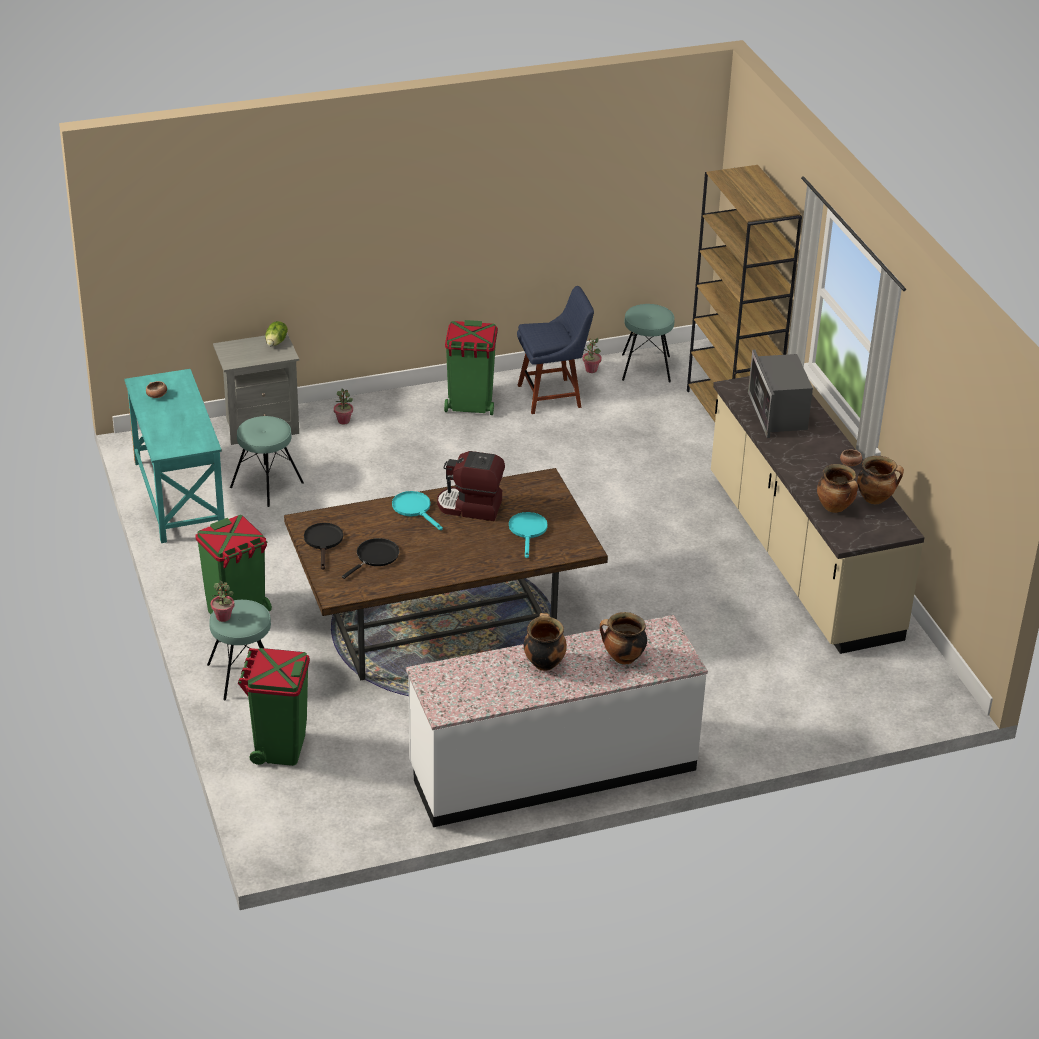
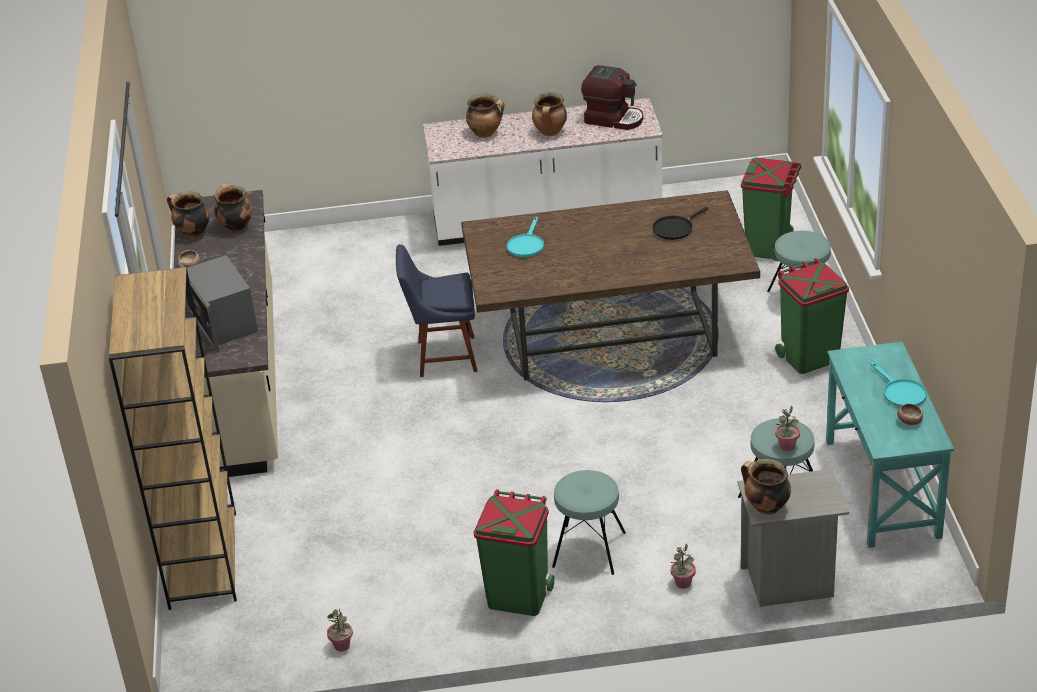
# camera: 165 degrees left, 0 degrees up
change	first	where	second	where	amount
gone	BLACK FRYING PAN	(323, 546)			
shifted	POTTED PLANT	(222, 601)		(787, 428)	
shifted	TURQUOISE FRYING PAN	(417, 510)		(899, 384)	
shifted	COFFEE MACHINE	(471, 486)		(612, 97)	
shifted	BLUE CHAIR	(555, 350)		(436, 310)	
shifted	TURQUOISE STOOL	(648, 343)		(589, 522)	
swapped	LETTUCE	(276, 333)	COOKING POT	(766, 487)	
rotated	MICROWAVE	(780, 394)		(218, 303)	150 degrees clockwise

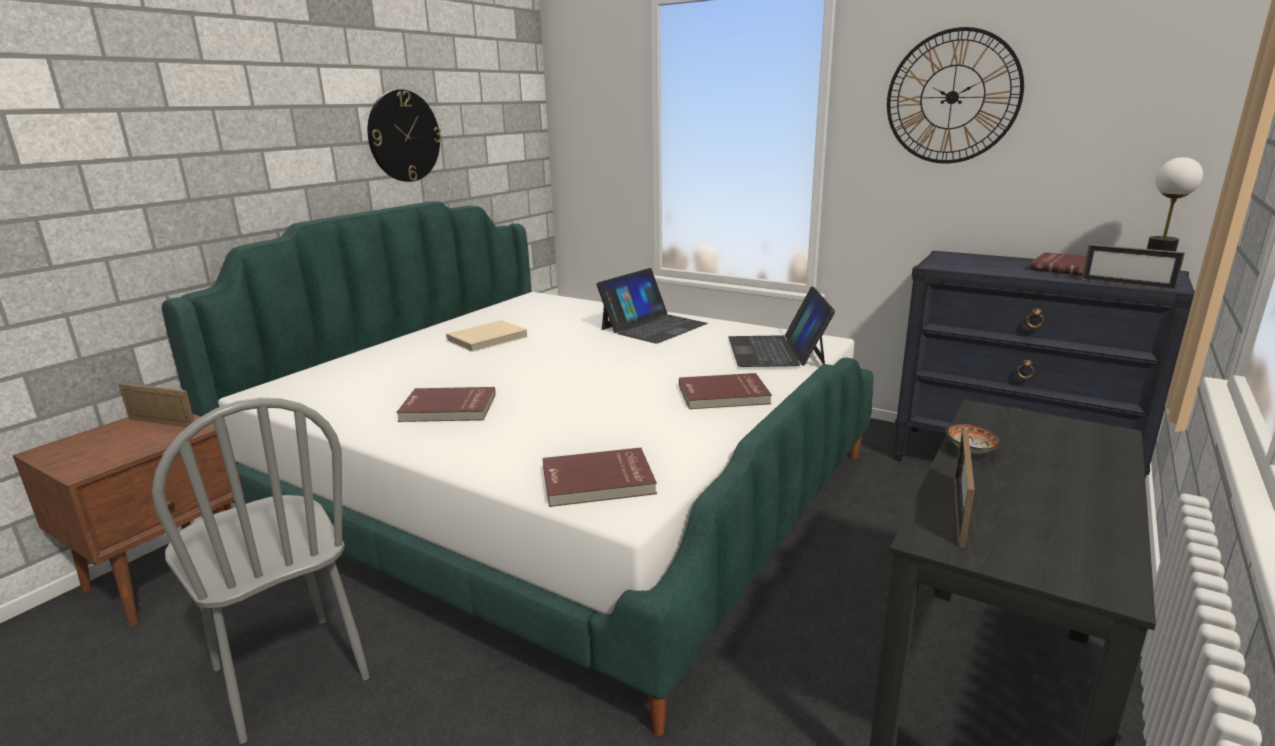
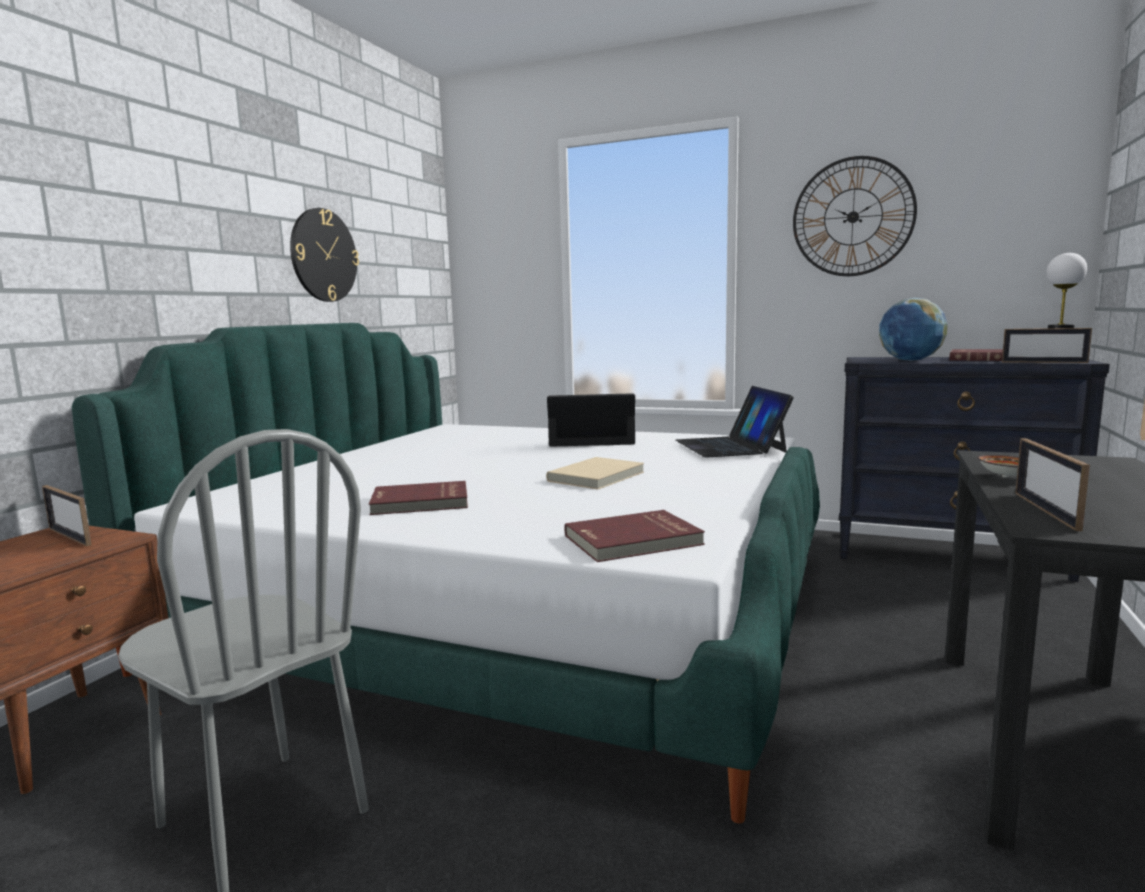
# camera: 10 degrees left, 10 degrees down
change	first	where	second	where	amount
gone	RED BOOK	(725, 391)			
new			GLOBE	(913, 329)	
shifted	BEIGE BOOK	(487, 336)		(595, 473)	
rotated	PICTURE FRAME	(156, 405)		(67, 515)	150 degrees counterclockwise
rotated	LAPTOP	(652, 306)		(591, 420)	120 degrees counterclockwise

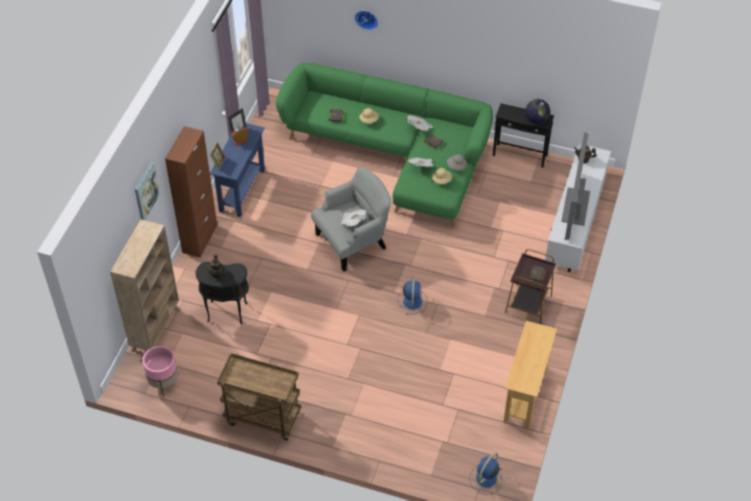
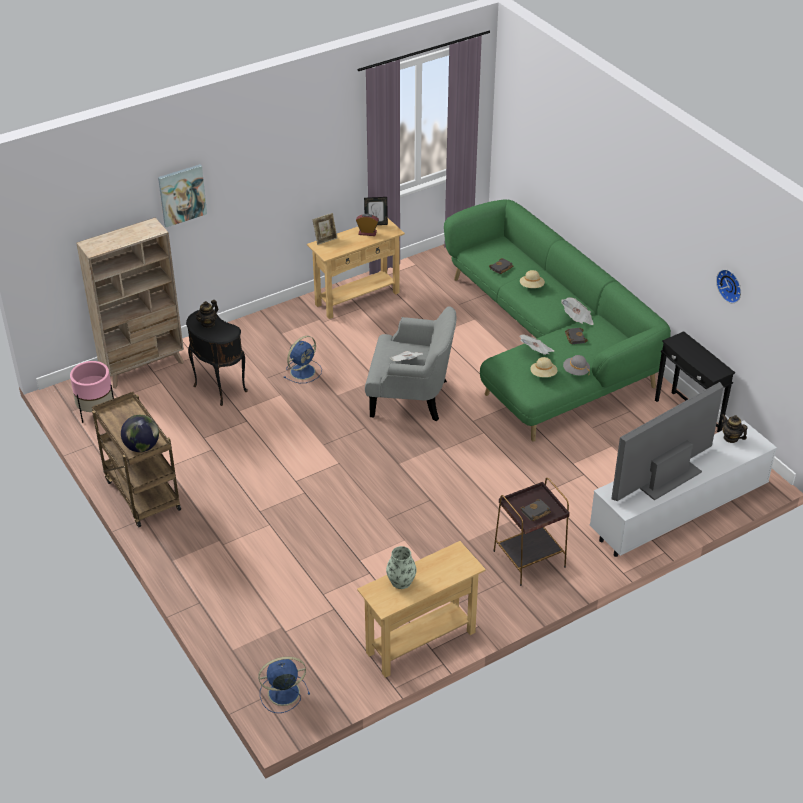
# camera: 40 degrees right, 10 degrees down
change	first	where	second	where	amount
gone	BROWN CABINET	(191, 192)			
new			VASE	(401, 567)	
shifted	WALL CLOCK	(366, 20)		(728, 286)	
shifted	BLUE FAN	(412, 295)		(303, 359)	
shifted	GLOBE	(537, 111)		(140, 433)	
repainted	BLUE CONSOLE TABLE	(237, 170)	BEIGE CONSOLE TABLE	(356, 268)	

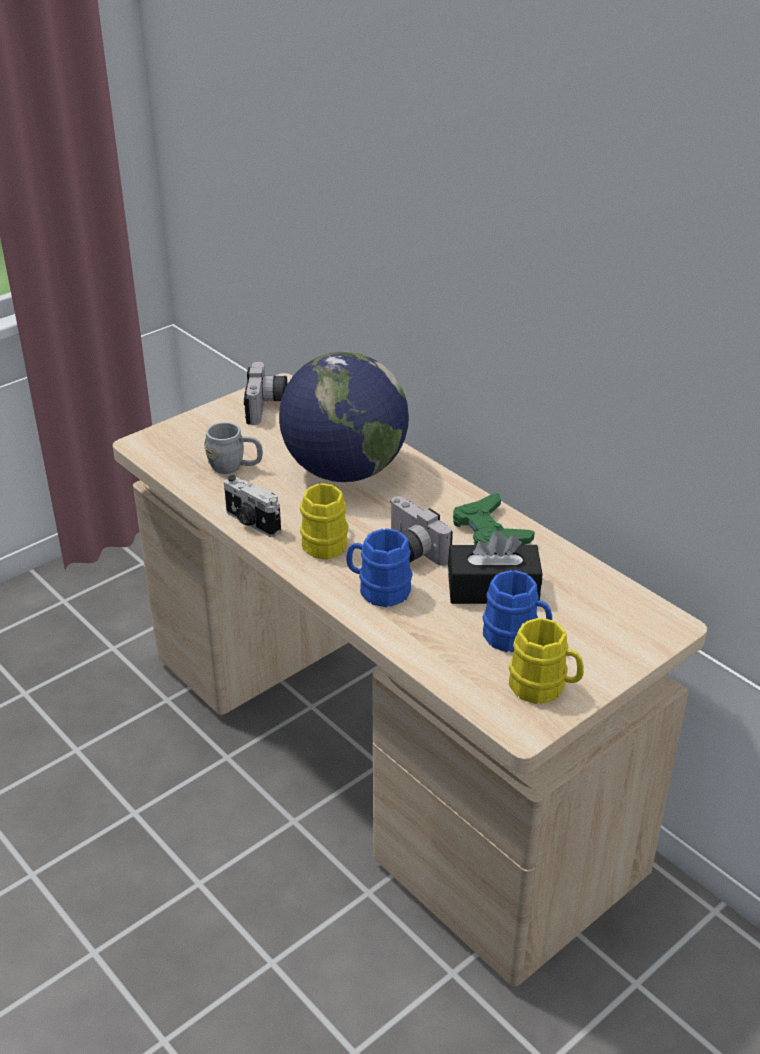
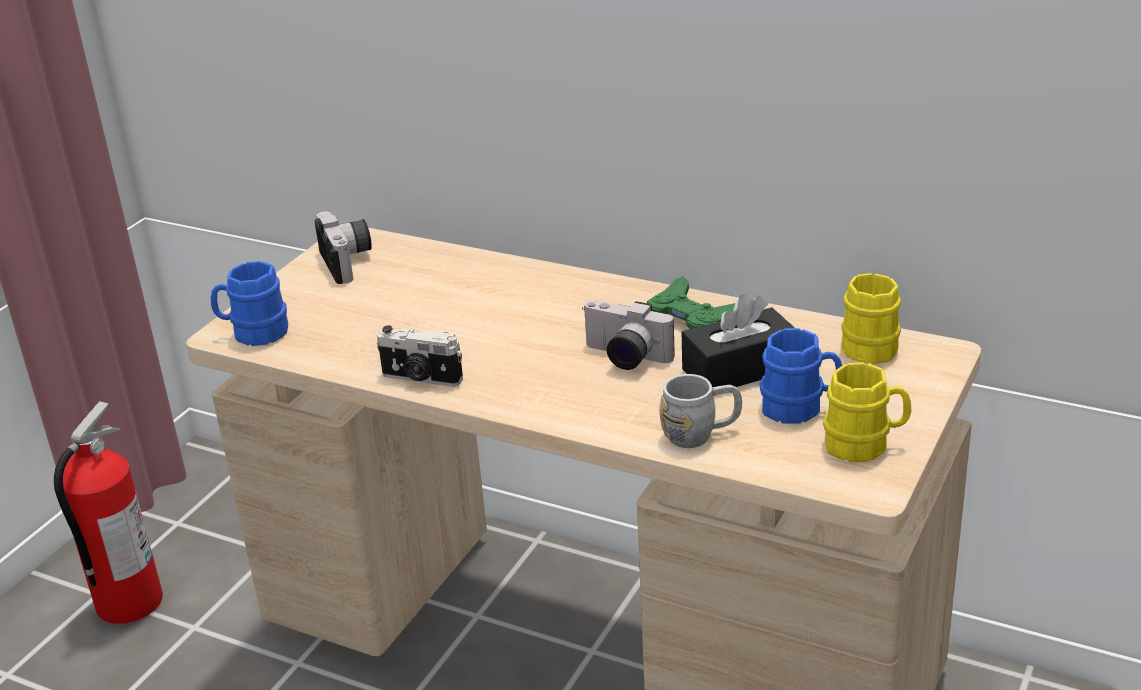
# camera: 20 degrees left, 5 degrees down
change	first	where	second	where	amount
gone	GLOBE	(344, 416)			
new			FIRE EXTINGUISHER	(108, 512)	
shifted	GREY MUG	(233, 448)		(700, 411)	
shifted	YELLOW MUG	(324, 521)		(871, 318)	
shifted	BLUE MUG	(379, 567)		(249, 303)	

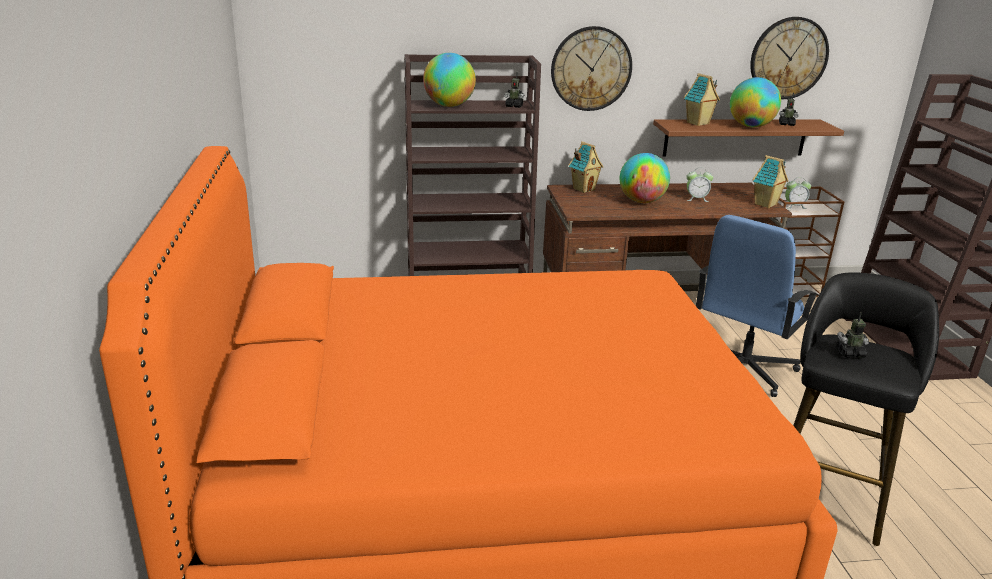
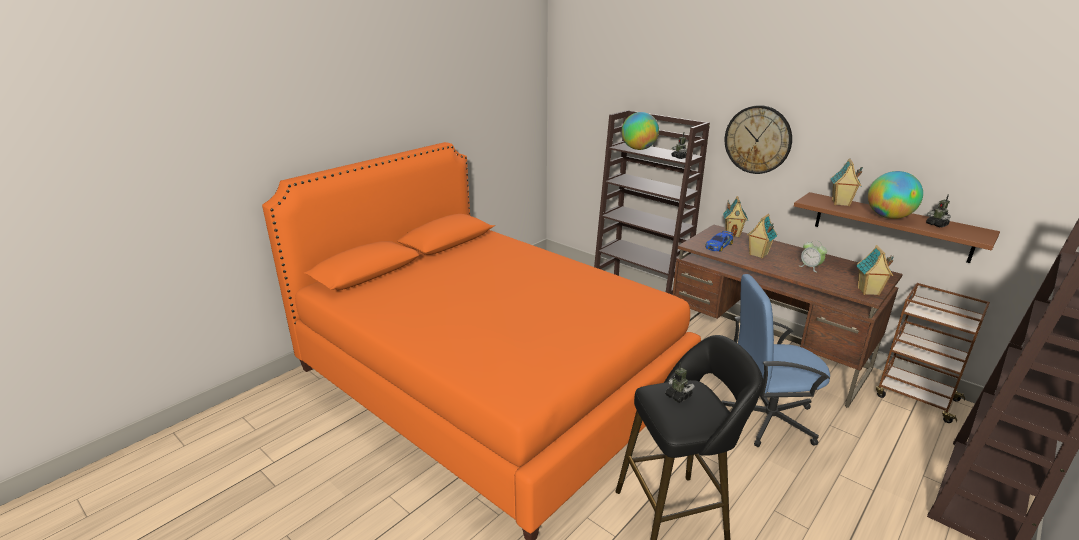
# camera: 50 degrees right, 0 degrees up
change	first	where	second	where	amount
gone	WALL CLOCK	(789, 58)			
gone	ALARM CLOCK	(798, 193)			
new			TOY CAR	(719, 241)	
swapped	GLOBE	(645, 178)	TOY HOUSE	(762, 236)	

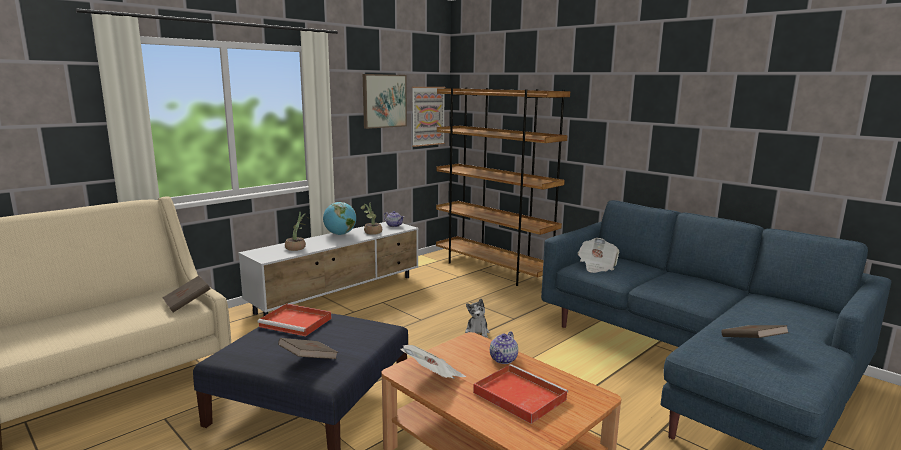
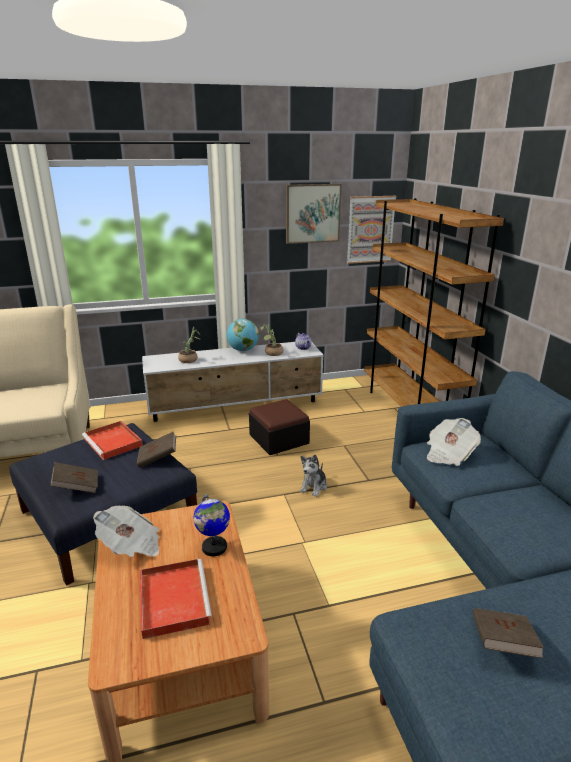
# camera: 30 degrees right, 10 degrees up
change	first	where	second	where	amount
new			OTTOMAN	(279, 427)	
shifted	BROWN BOOK	(186, 294)		(156, 449)	
swapped	TEAPOT	(504, 347)	GLOBE	(212, 525)	

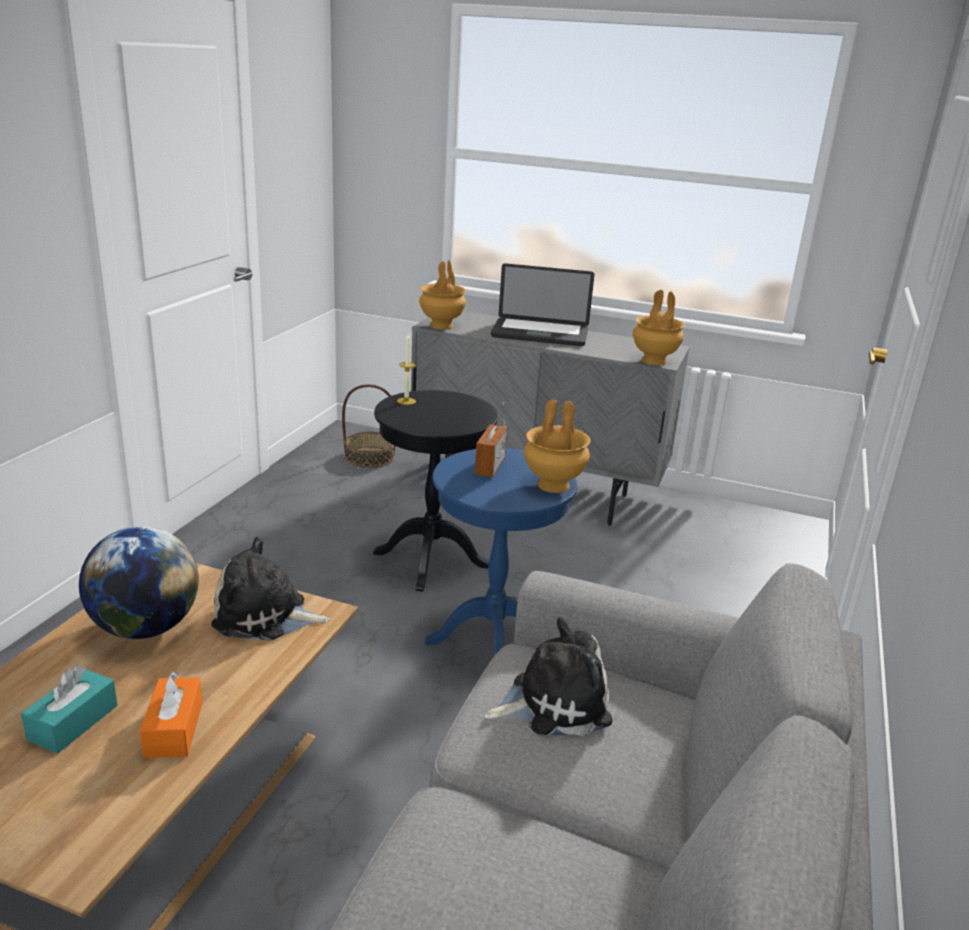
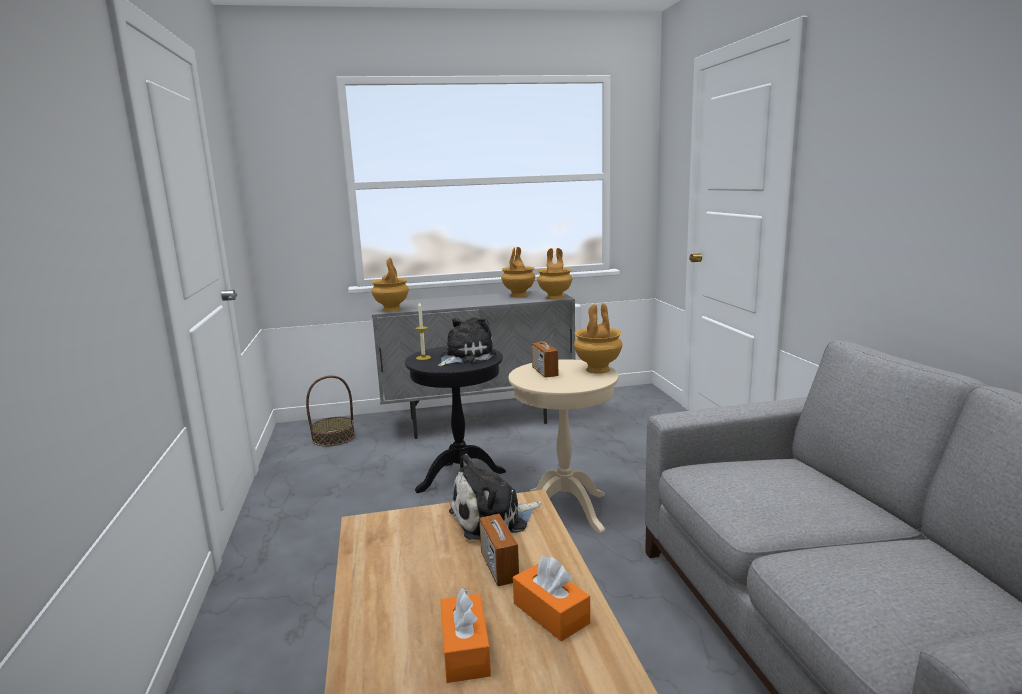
# camera: 30 degrees left, 10 degrees down
change	first	where	second	where	amount
gone	GLOBE	(139, 582)			
gone	LAPTOP	(542, 304)			
new			RADIO	(499, 538)	
new			BROWN VASE	(518, 272)	
shifted	PLUSH TOY	(549, 676)		(467, 341)	
repainted	TURQUOISE TISSUE BOX	(69, 709)	ORANGE TISSUE BOX	(465, 635)	
repainted	BLUE SIDE TABLE	(501, 552)	BEIGE SIDE TABLE	(563, 446)	

